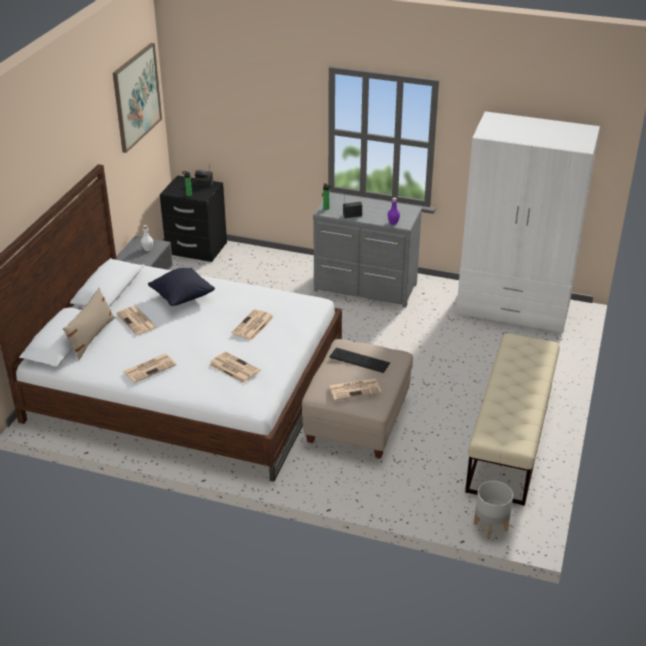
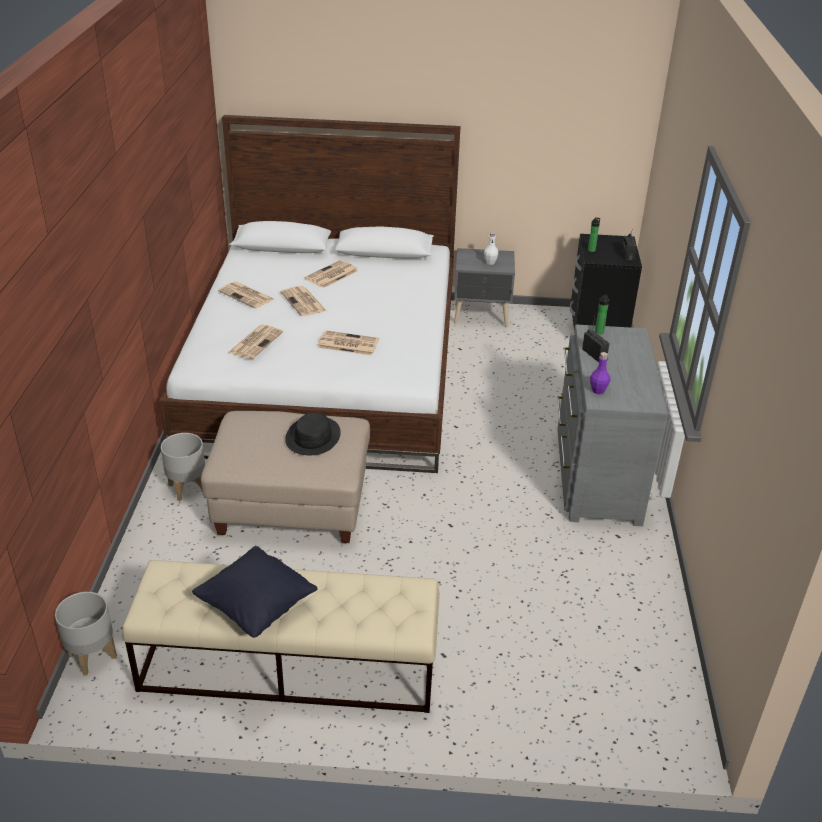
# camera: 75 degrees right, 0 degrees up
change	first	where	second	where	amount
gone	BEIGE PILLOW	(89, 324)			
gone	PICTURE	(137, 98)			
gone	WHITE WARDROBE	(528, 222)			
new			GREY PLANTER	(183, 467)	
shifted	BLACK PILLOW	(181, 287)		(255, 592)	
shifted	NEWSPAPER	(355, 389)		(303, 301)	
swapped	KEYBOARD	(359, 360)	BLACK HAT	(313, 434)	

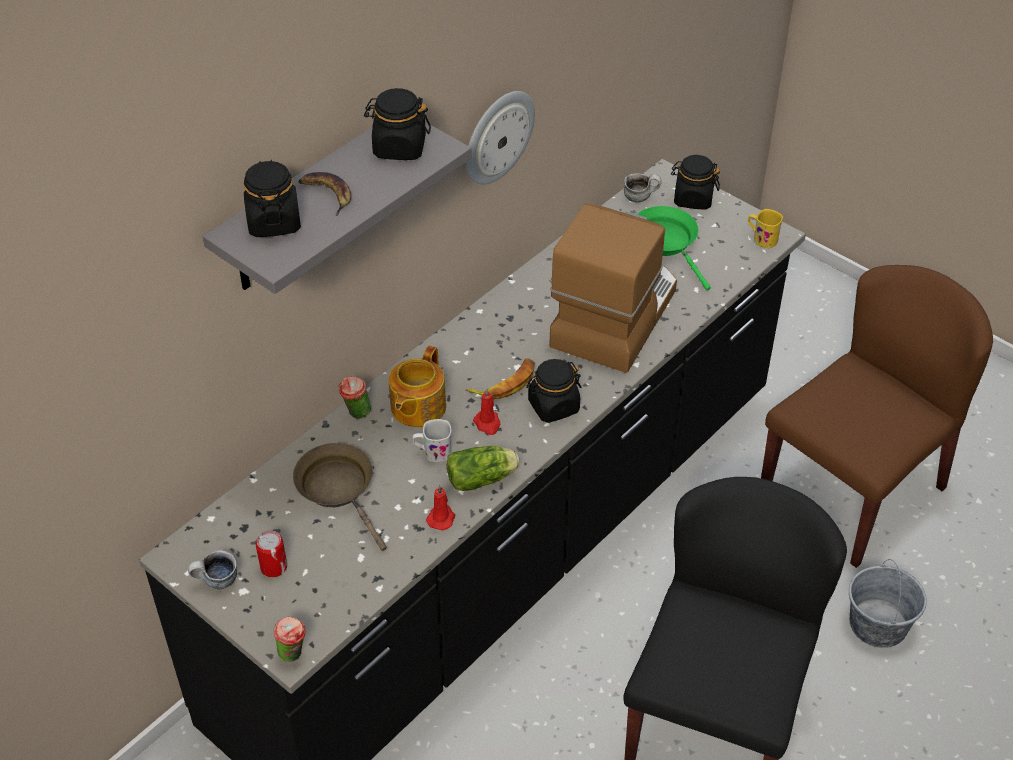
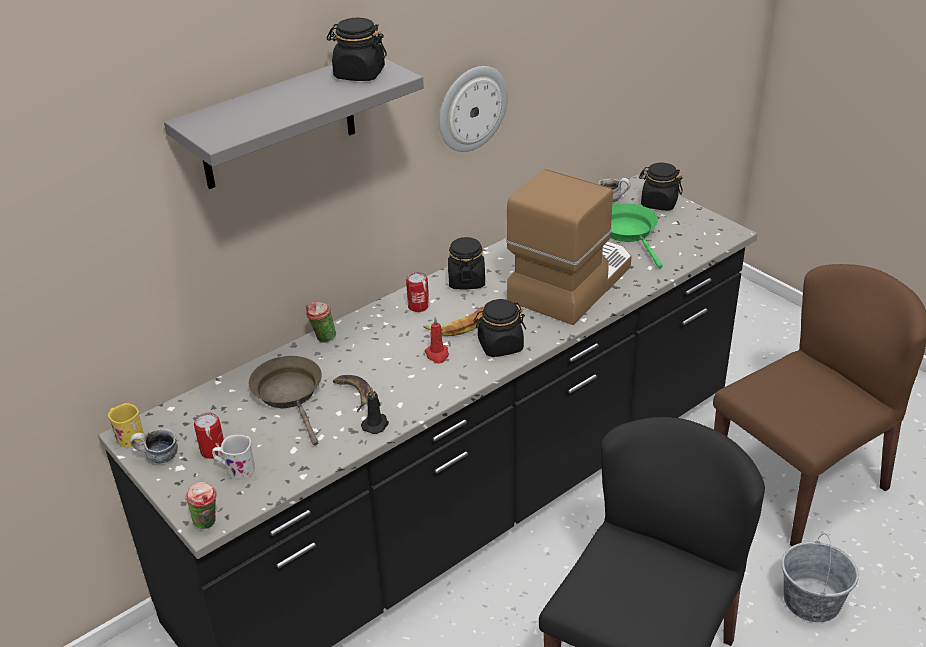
# camera: 10 degrees right, 10 degrees down
change	first	where	second	where	amount
gone	TEAPOT	(417, 386)			
gone	LETTUCE	(483, 468)			
new			CAN	(417, 292)	
shifted	BLACK JAR	(272, 198)		(466, 263)	
shifted	BANANA	(324, 194)		(352, 393)	
shifted	WHITE MUG	(432, 440)		(233, 457)	
shifted	YELLOW MUG	(765, 228)		(126, 425)	
repainted	RED CANDLE	(440, 507)	BLACK CANDLE	(375, 410)	

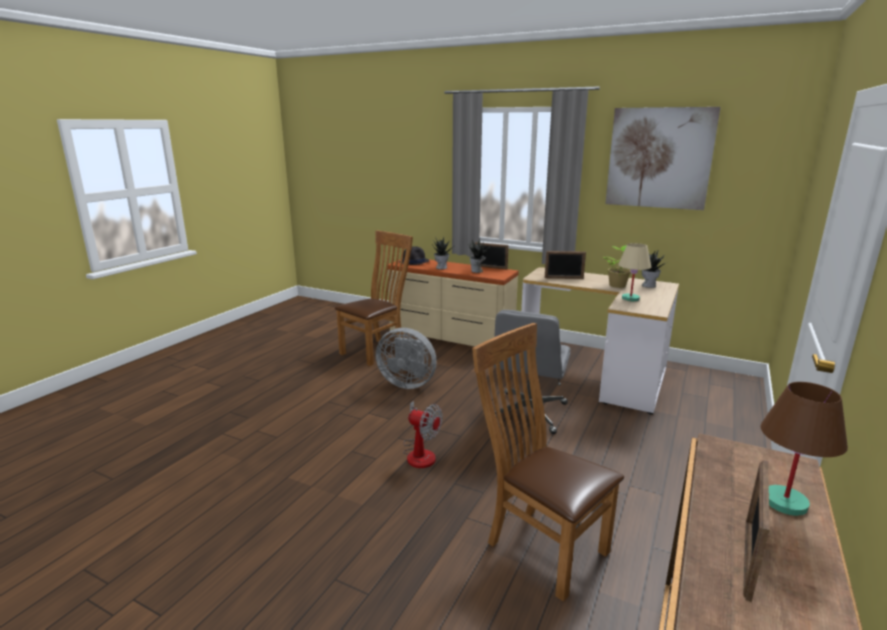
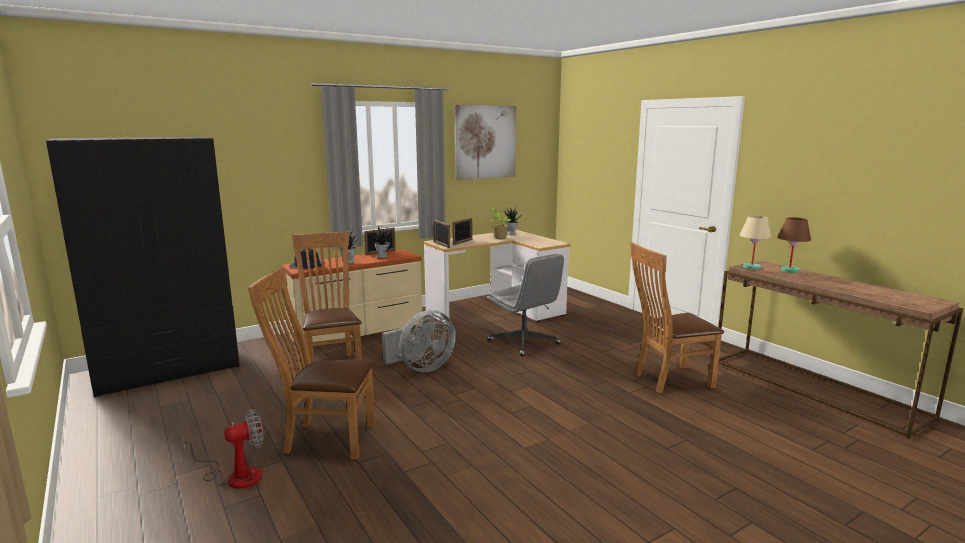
# camera: 60 degrees left, 5 degrees down
change	first	where	second	where	amount
new			BLACK WARDROBE	(143, 267)	
new			BROWN CHAIR	(311, 363)	
shifted	FAN	(422, 434)		(223, 449)	
shifted	BEIGE TABLE LAMP	(634, 272)		(756, 242)	
shifted	PICTURE FRAME	(756, 531)		(441, 234)	

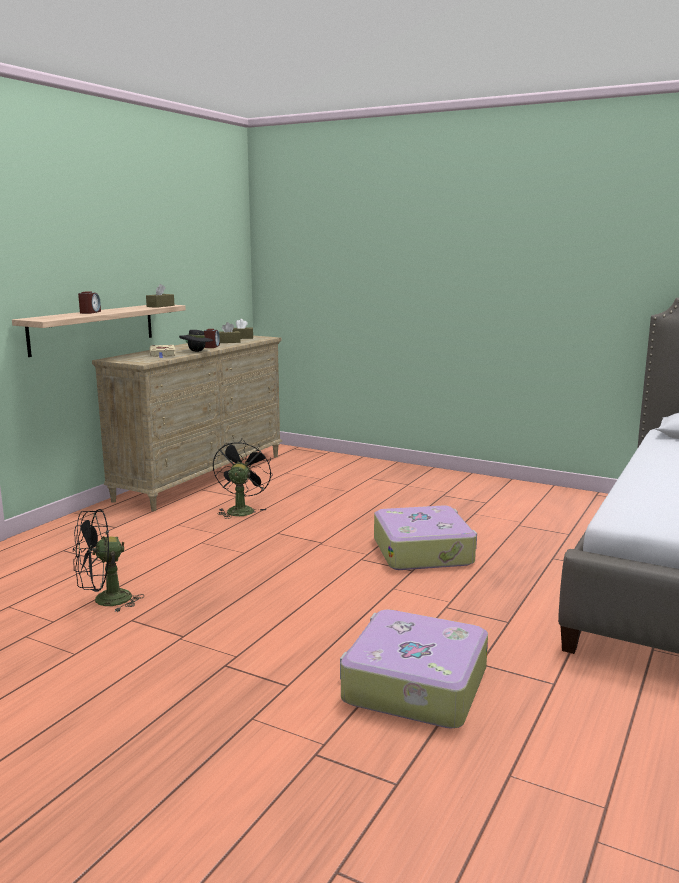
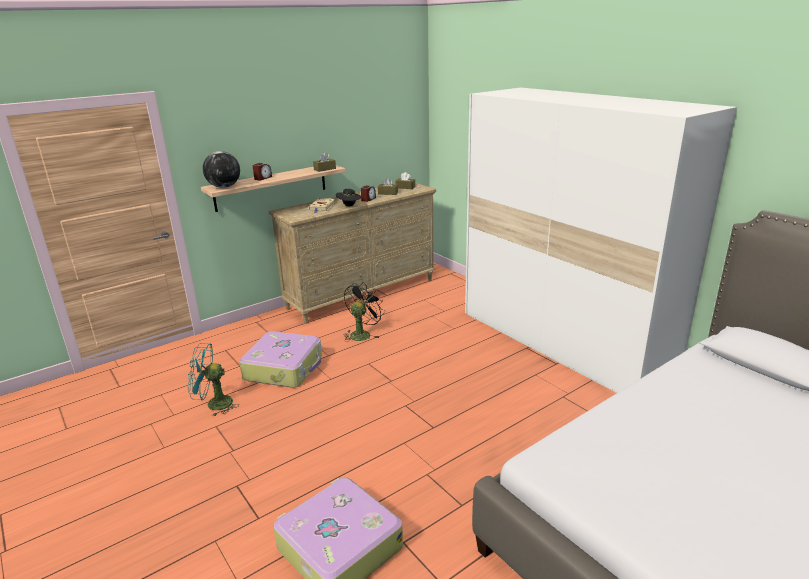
# camera: 25 degrees right, 10 degrees up
change	first	where	second	where	amount
new			GLOBE	(221, 169)	
new			WHITE WARDROBE	(601, 240)	
shifted	SUITCASE	(425, 538)		(280, 359)	
repainted	BLACK FAN	(108, 560)	TURQUOISE FAN	(213, 380)	

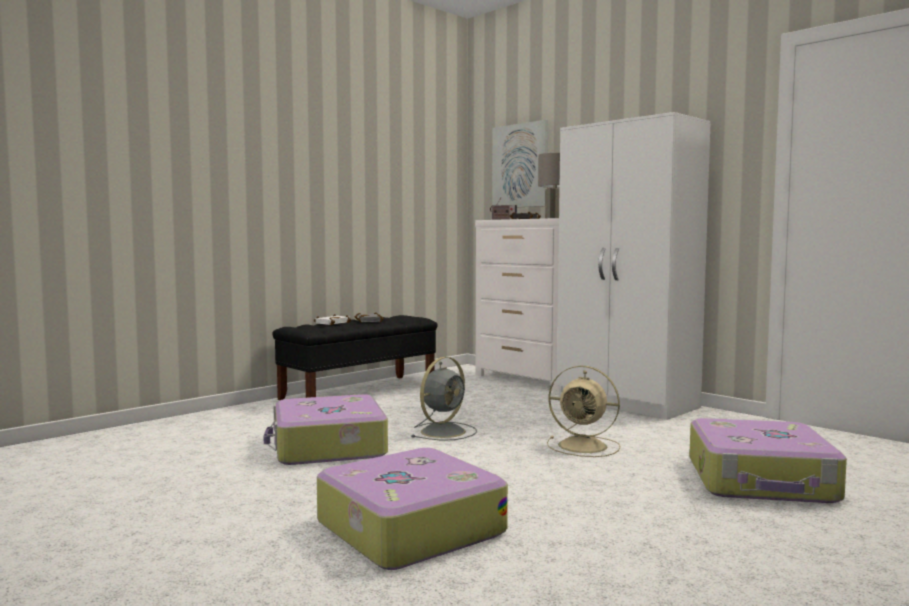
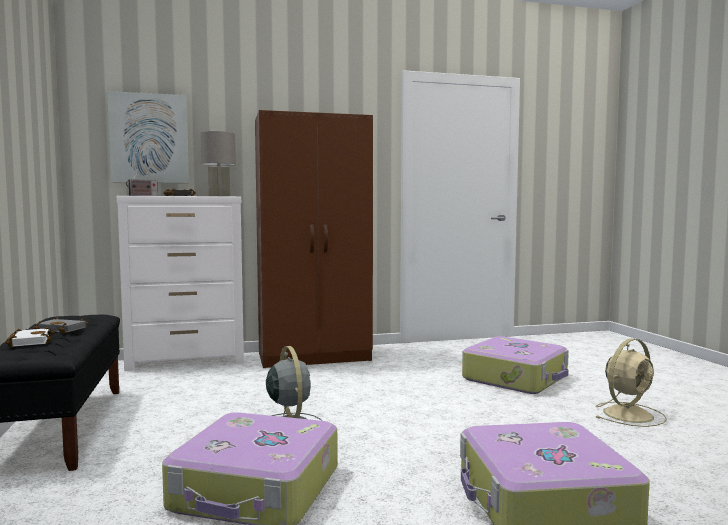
# camera: 60 degrees left, 0 degrees up
change	first	where	second	where	amount
shifted	BEIGE FAN	(584, 411)		(631, 382)	
repainted	WHITE WARDROBE	(634, 266)	BROWN WARDROBE	(314, 239)	

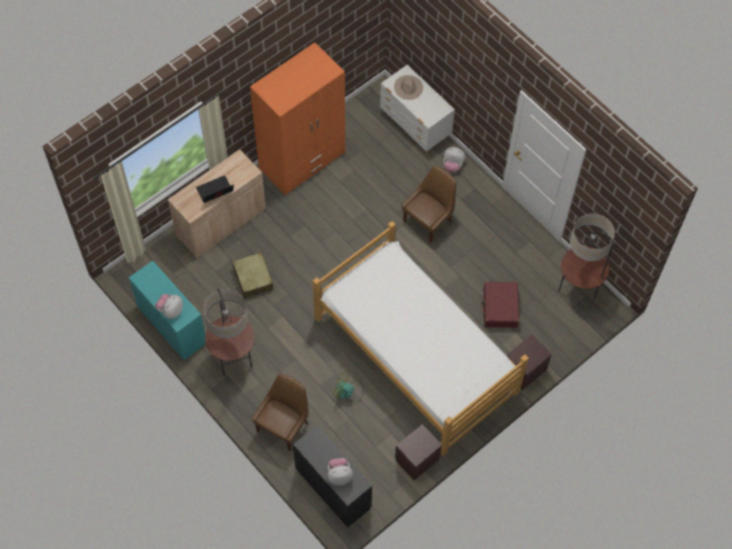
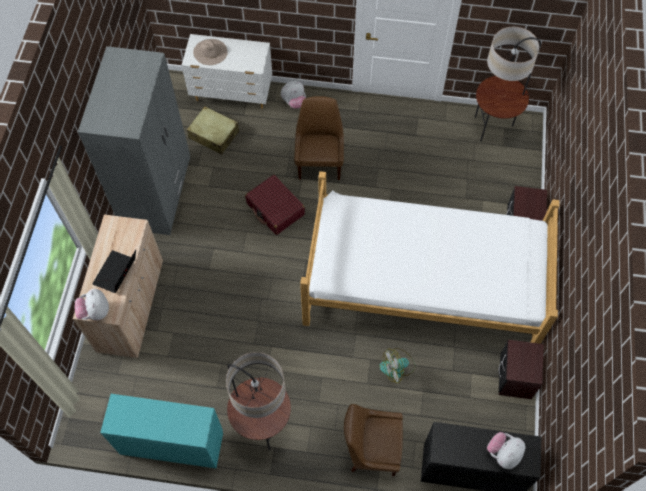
# camera: 40 degrees left, 0 degrees up
change	first	where	second	where	amount
shifted	PLUSH TOY	(169, 306)		(92, 304)	
shifted	BEIGE SUITCASE	(252, 275)		(213, 130)	
shifted	RED SUITCASE	(500, 305)		(275, 205)	
repainted	ORANGE WARDROBE	(297, 119)	GREY WARDROBE	(134, 140)	
rotated	BROWN CHAIR	(280, 412)		(373, 440)	75 degrees counterclockwise

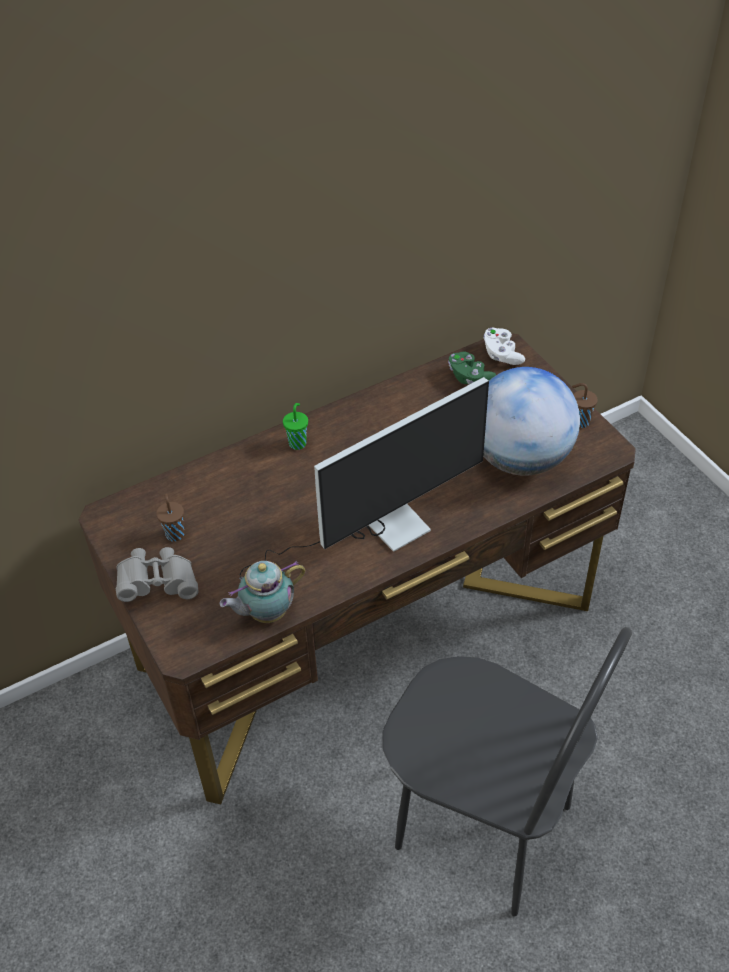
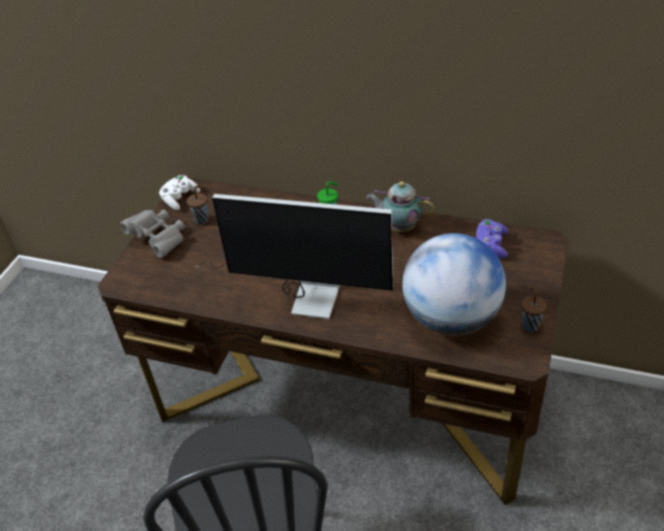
# camera: 50 degrees right, 5 degrees down
change	first	where	second	where	amount
shifted	TEAPOT	(263, 592)		(401, 206)	
shifted	WHITE GAME CONTROLLER	(504, 346)		(179, 192)	
repainted	GREEN GAME CONTROLLER	(472, 368)	PURPLE GAME CONTROLLER	(492, 238)	

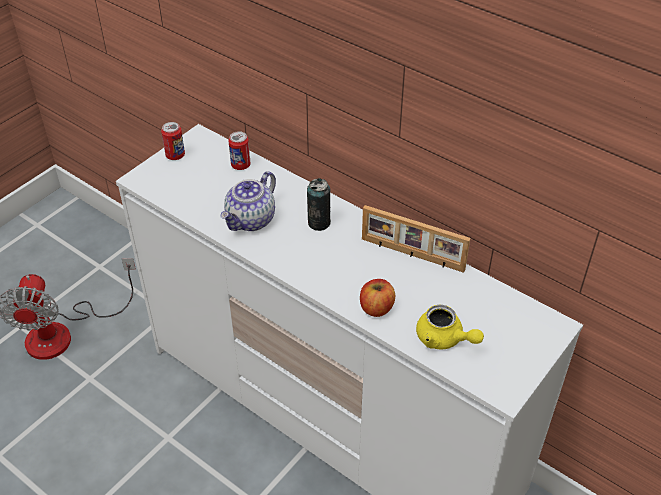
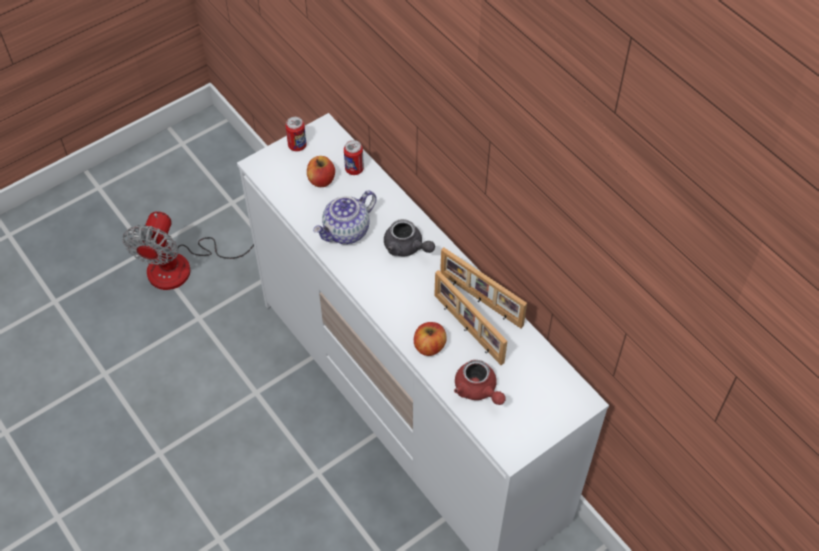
# camera: 15 degrees right, 10 degrees up
change	first	where	second	where	amount
new			APPLE	(321, 171)	
new			PICTURE FRAME	(470, 317)	
swapped	CAN	(319, 204)	GREY TEAPOT	(409, 237)	
repainted	YELLOW TEAPOT	(450, 327)	RED TEAPOT	(480, 382)	

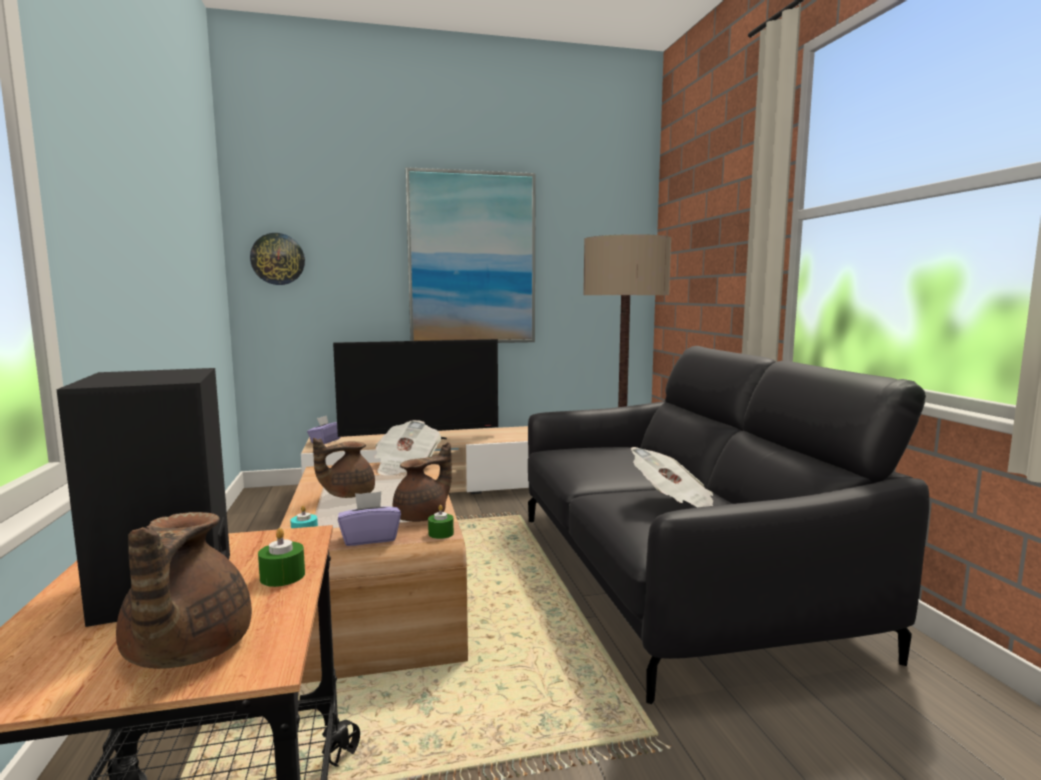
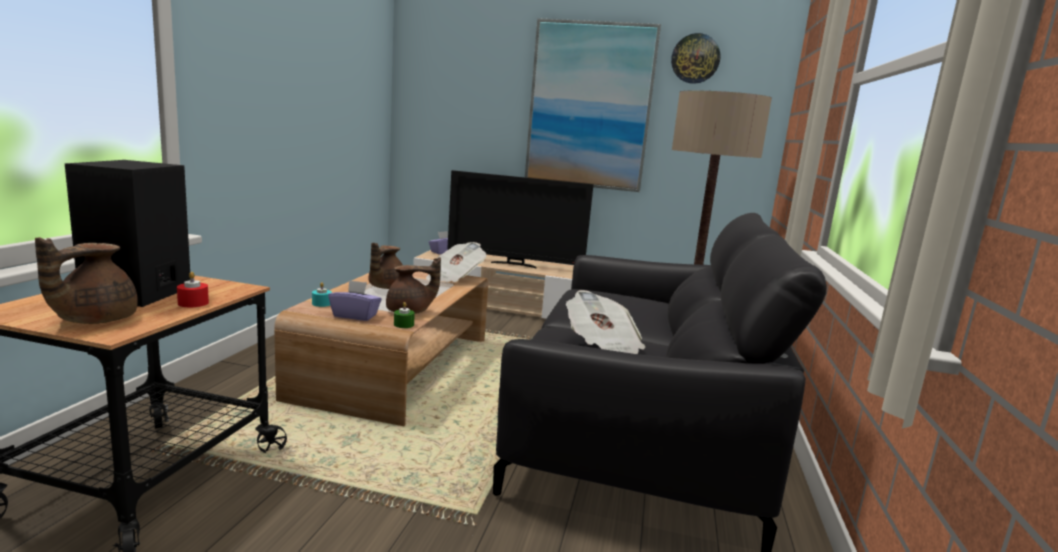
# camera: 25 degrees right, 5 degrees up
change	first	where	second	where	amount
shifted	WALL CLOCK	(277, 259)		(696, 58)	
repainted	GREEN CANDLE	(281, 557)	RED CANDLE	(193, 289)	
rotated	BROWN TEAPOT	(344, 468)		(385, 266)	60 degrees counterclockwise

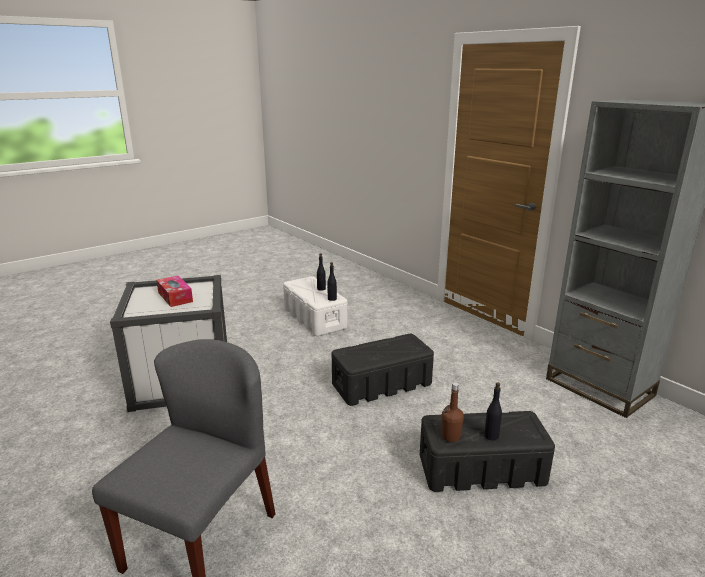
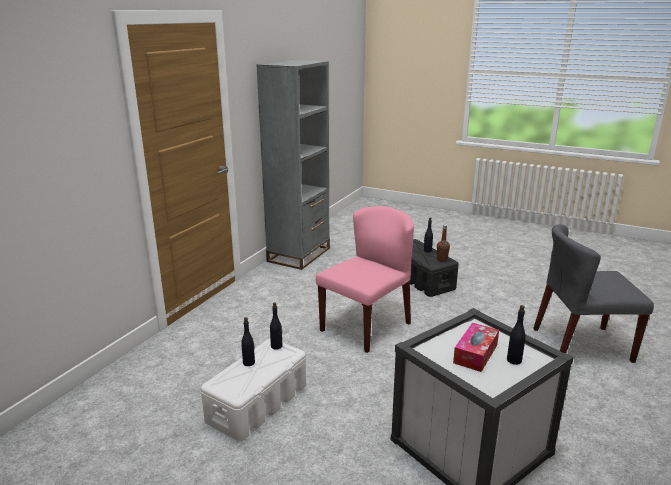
# camera: 115 degrees left, 0 degrees up
change	first	where	second	where	amount
new			BLACK BOTTLE	(516, 335)	
swapped	BLACK STORAGE BOX	(383, 370)	PINK CHAIR	(365, 279)	

